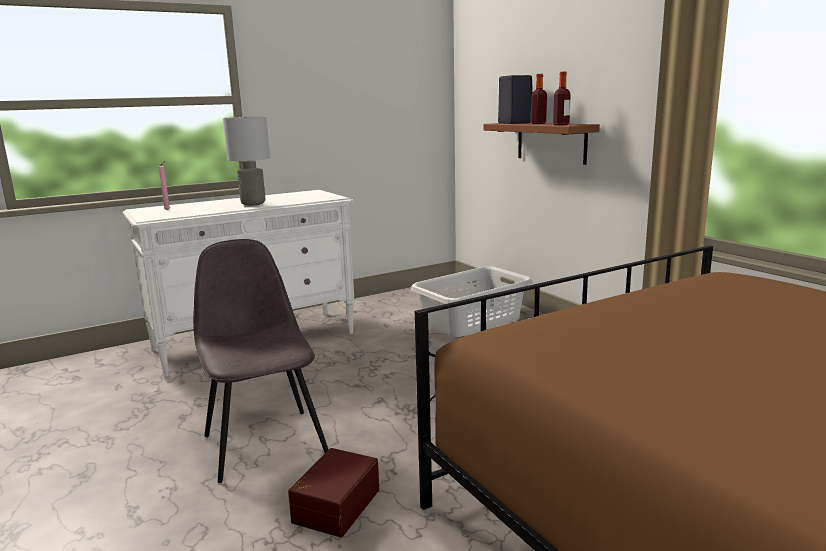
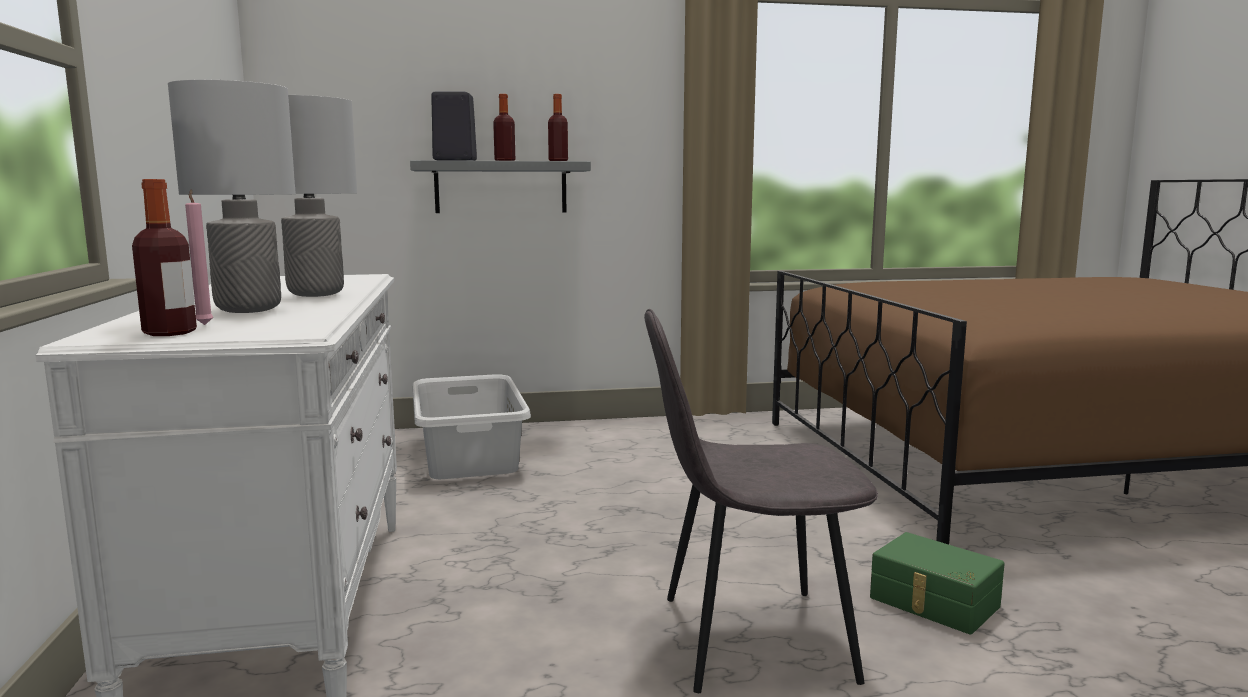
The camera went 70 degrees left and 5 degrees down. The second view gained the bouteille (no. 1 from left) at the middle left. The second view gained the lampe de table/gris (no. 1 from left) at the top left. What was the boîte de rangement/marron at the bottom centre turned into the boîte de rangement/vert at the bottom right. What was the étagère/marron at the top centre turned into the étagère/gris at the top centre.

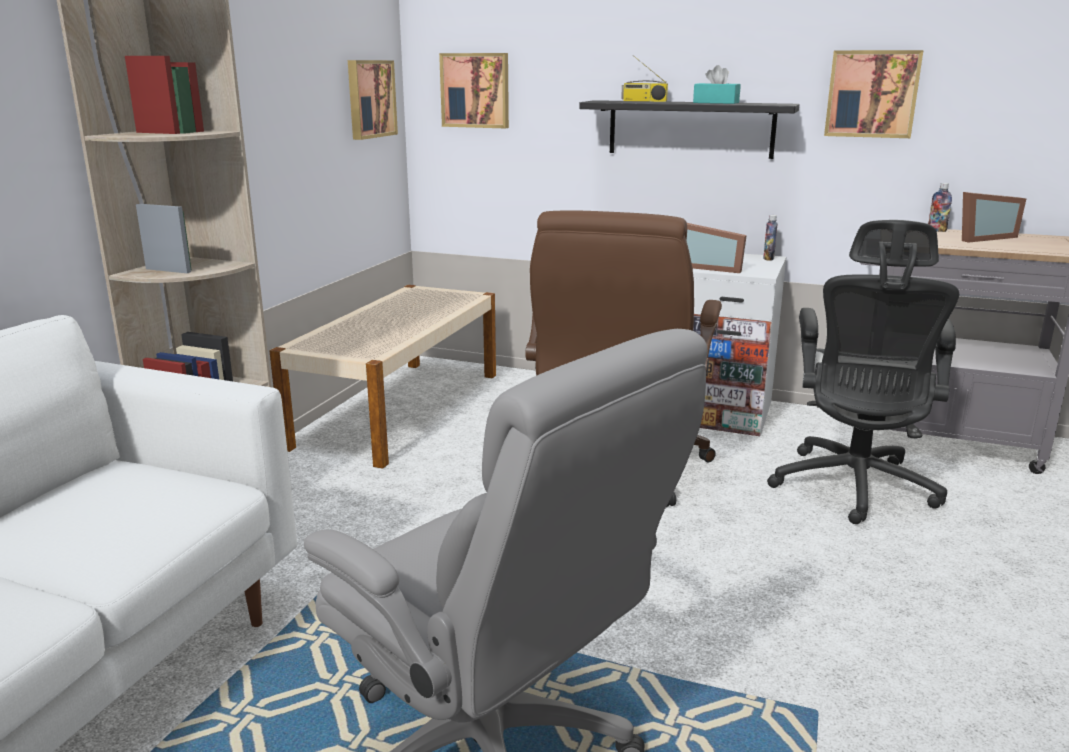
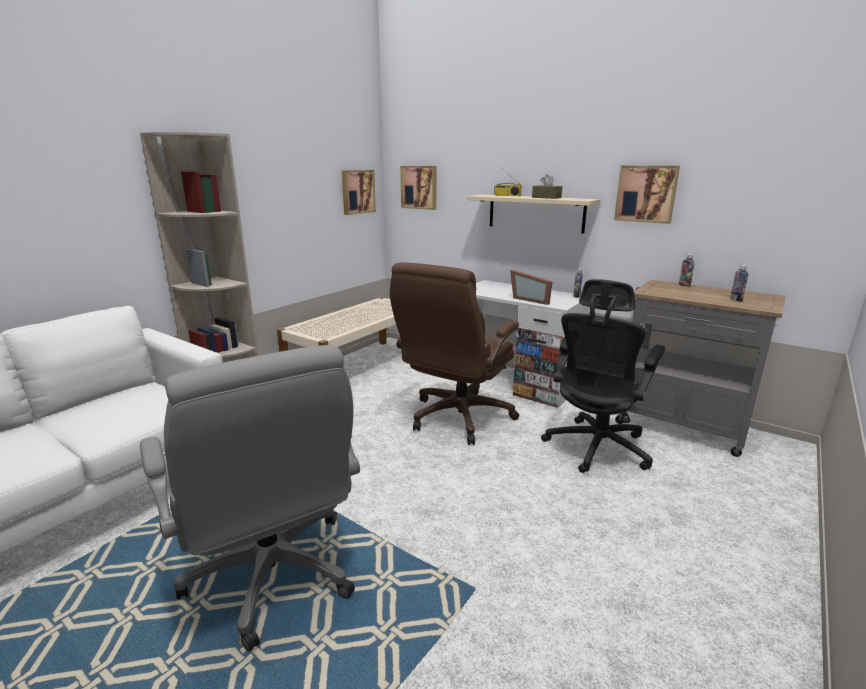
The camera went 15 degrees right and 0 degrees up. The second view lost the cadre photo (no. 2 from left) at the top right. The second view gained the bouteille (no. 3 from left) at the middle right. What was the étagère/noir at the top centre turned into the étagère/beige at the top centre. What was the boîte à mouchoirs/turquoise at the top right turned into the boîte à mouchoirs/marron at the top centre.

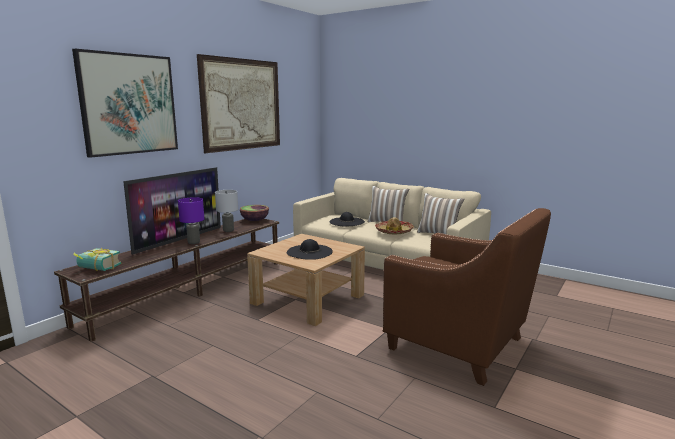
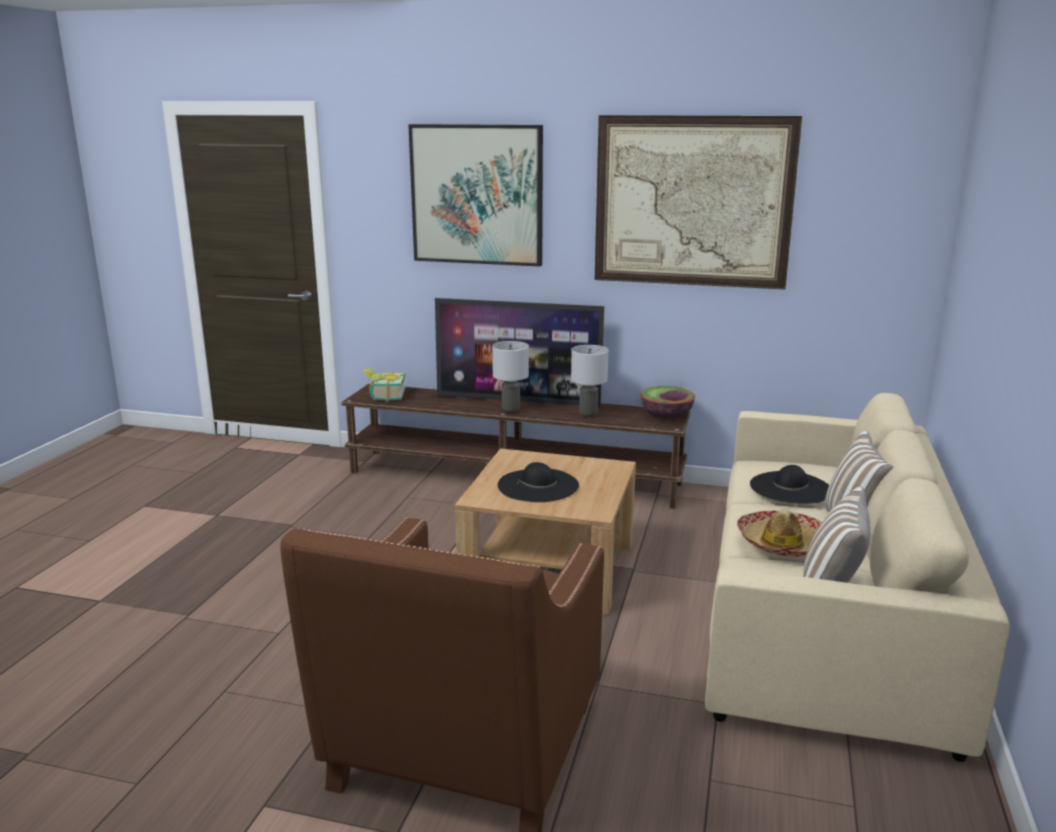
The camera went 70 degrees right and 5 degrees up. What was the lampe de table/violet at the middle left turned into the lampe de table/blanc (no. 1 from left) at the centre.

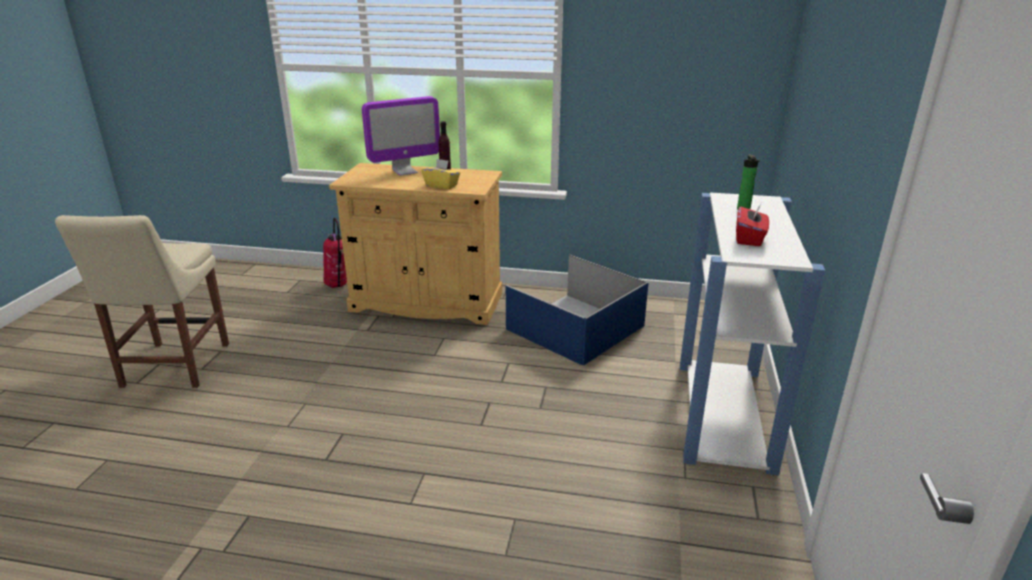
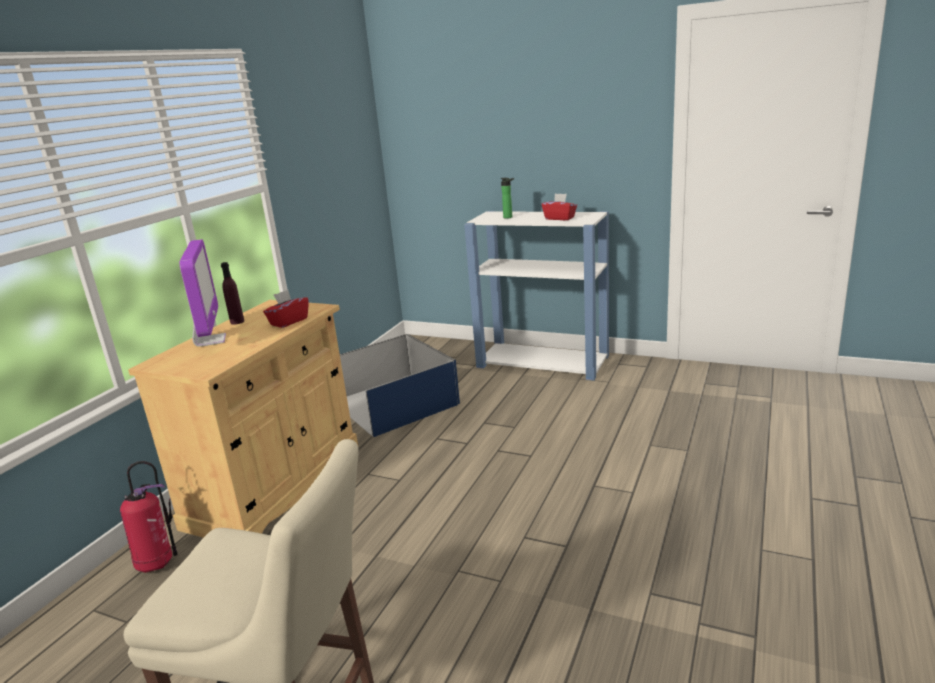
The camera went 75 degrees left and 5 degrees down. What was the boîte à mouchoirs/jaune at the top centre turned into the boîte à mouchoirs/rouge (no. 1 from left) at the middle left.

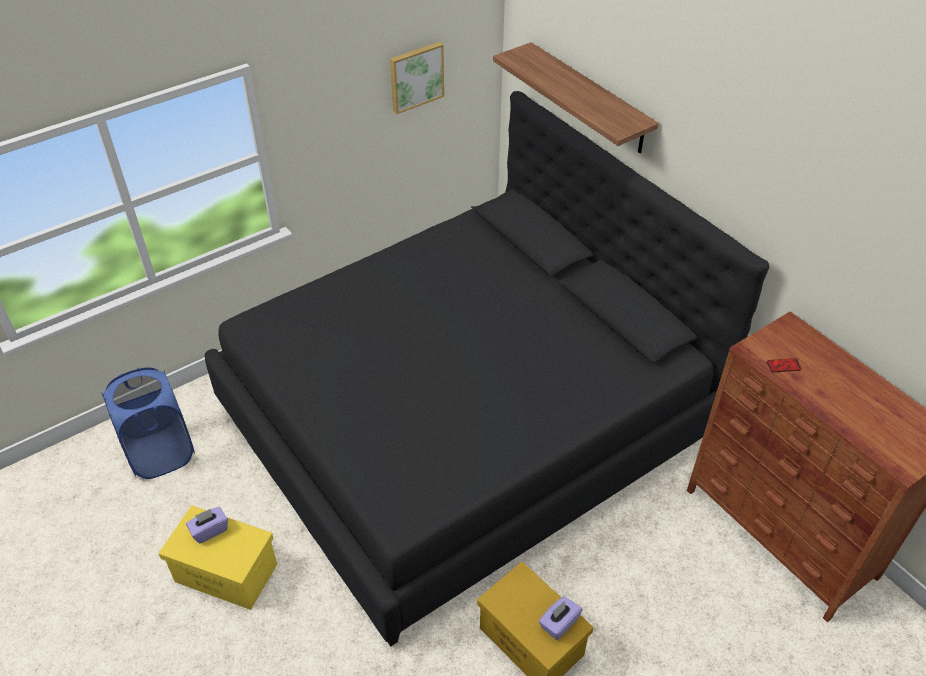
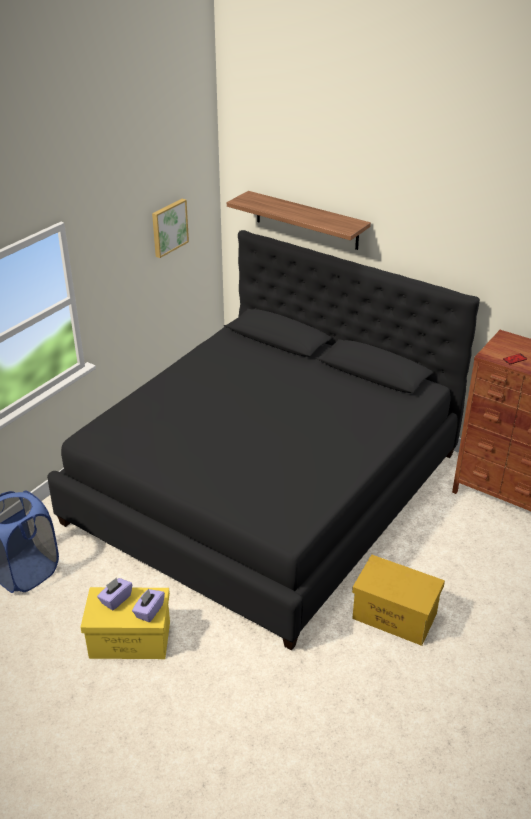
The camera went 20 degrees left and 10 degrees down. The boîte à mouchoirs/violet (no. 2 from left) ended up elsewhere, having gone from the bottom centre to the bottom left.

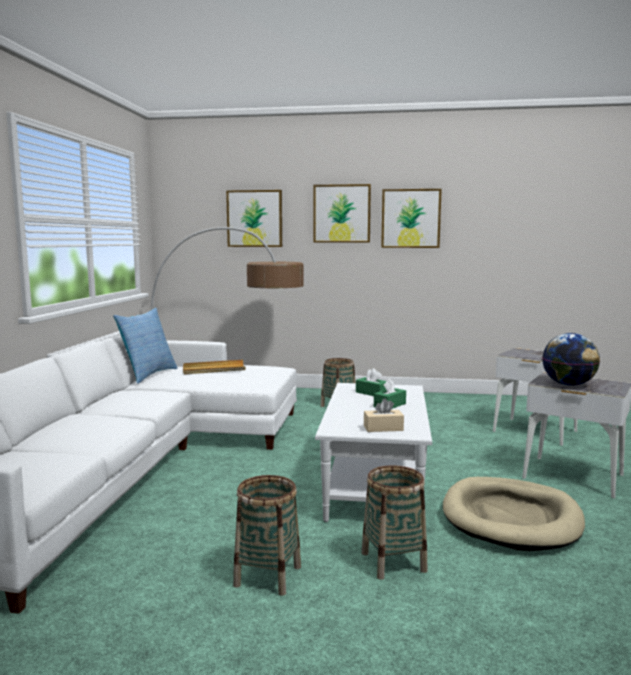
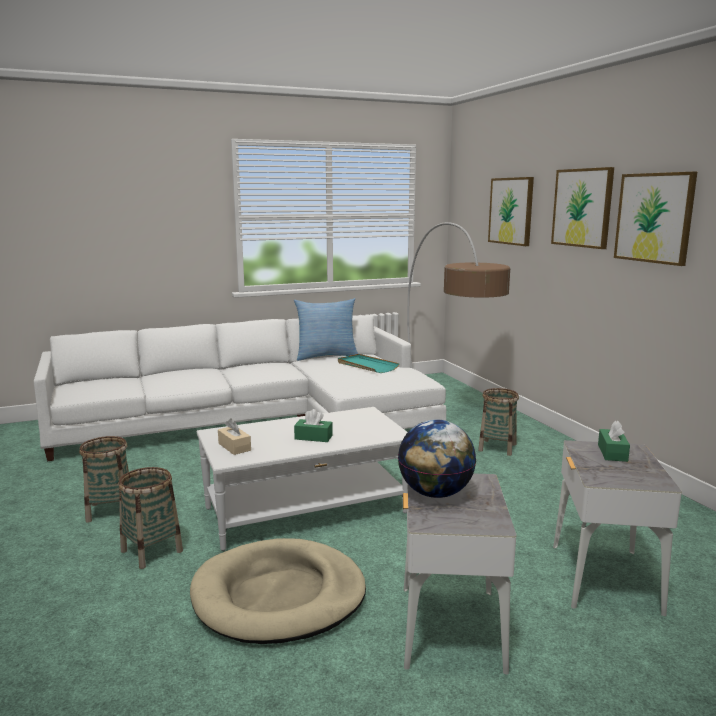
The camera went 60 degrees right and 5 degrees up. The boîte à mouchoirs/vert (no. 1 from left in the first image) ended up elsewhere, having gone from the centre to the middle right. What was the plateau/beige at the centre turned into the plateau/turquoise at the centre.

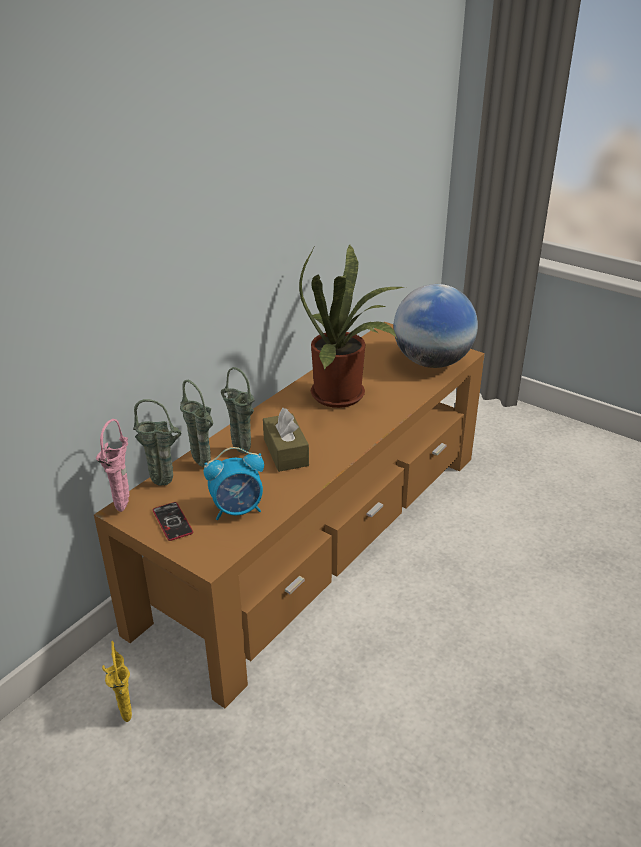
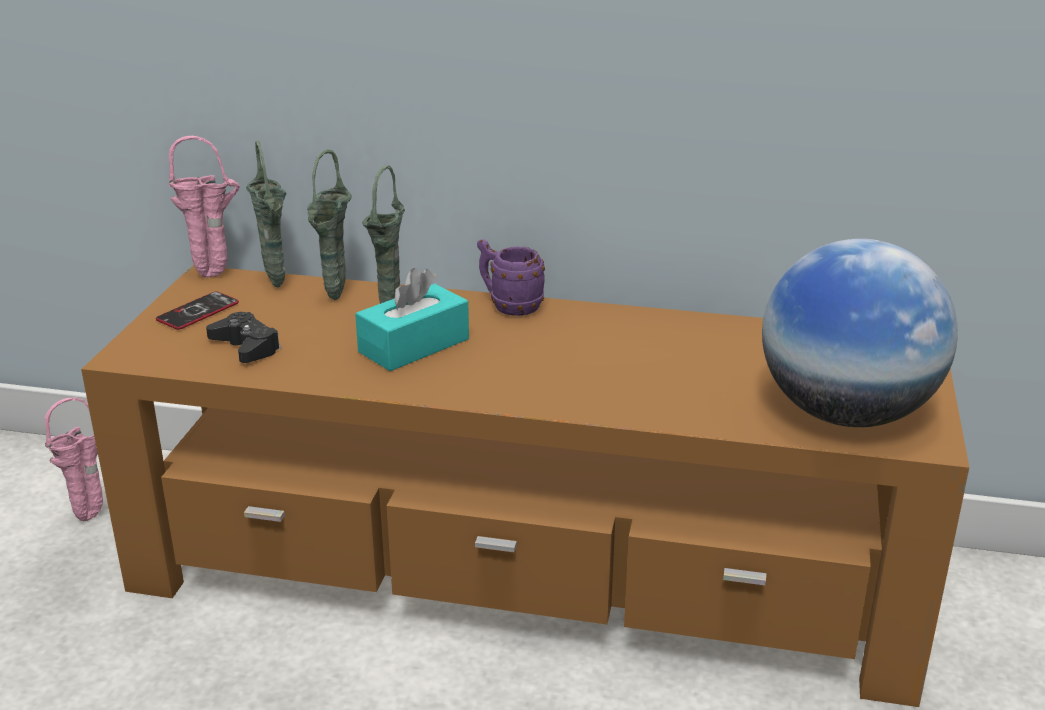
The camera went 65 degrees right and 5 degrees down. The second view lost the plante en pot at the centre. The second view gained the mug/violet at the centre. Where the réveil stood at the centre, the manette/noir came to stand at the middle left. What was the vase/jaune at the bottom left turned into the vase/rose (no. 1 from left) at the middle left. What was the boîte à mouchoirs/marron at the centre turned into the boîte à mouchoirs/turquoise at the centre.

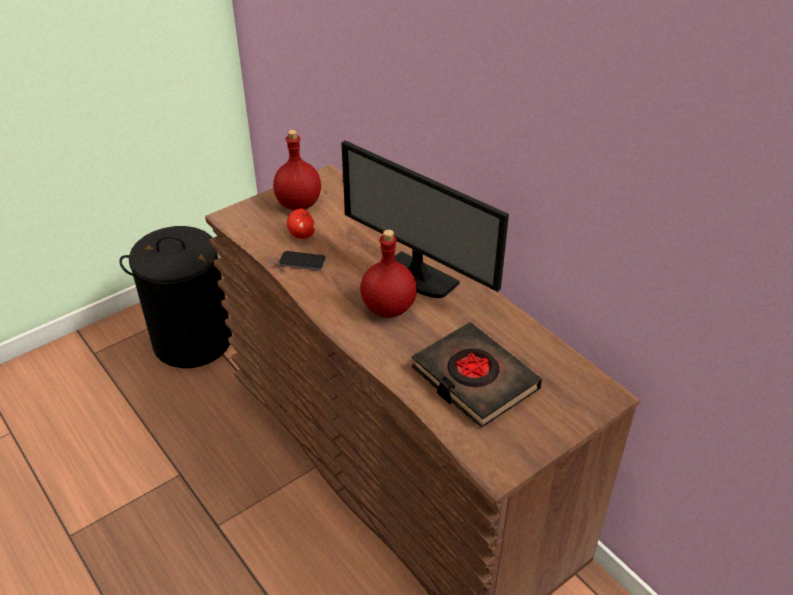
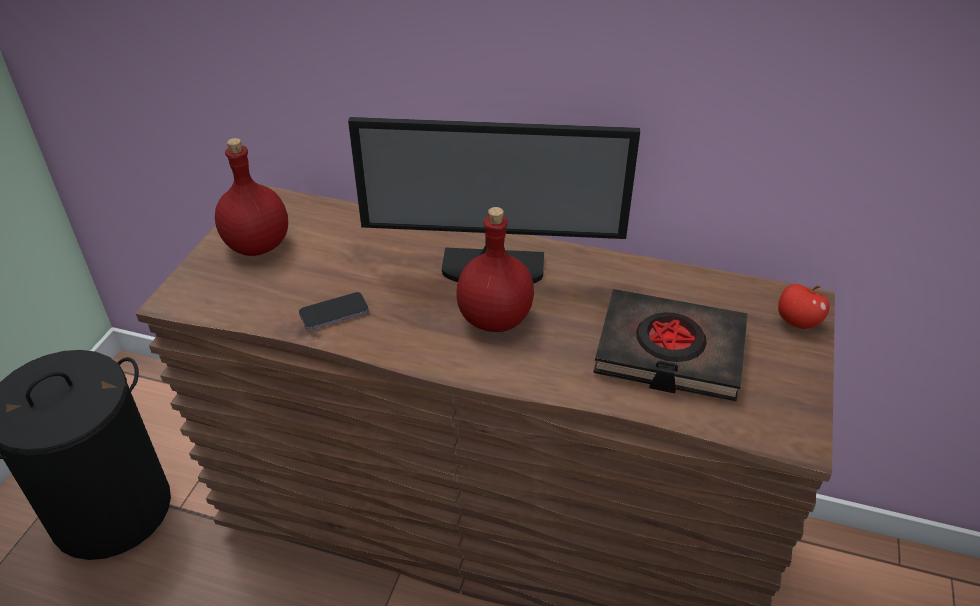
The camera went 35 degrees left and 0 degrees up. The pomme ended up elsewhere, having gone from the centre to the middle right.

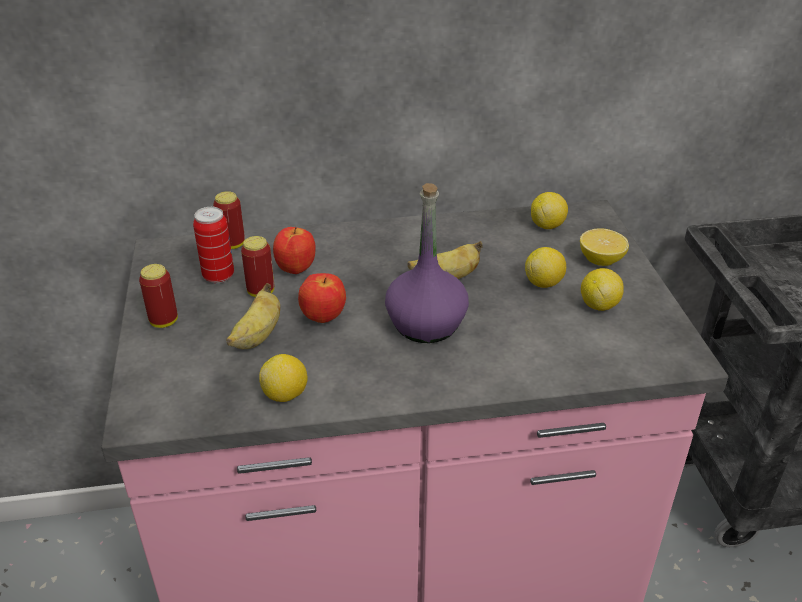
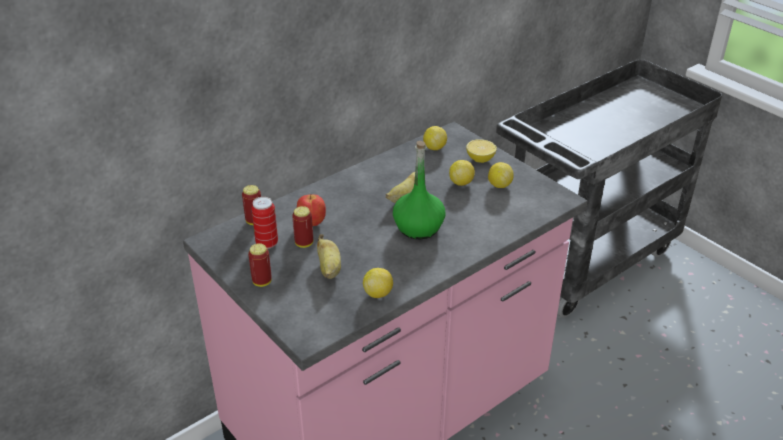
The camera went 30 degrees left and 0 degrees up. The second view lost the pomme (no. 2 from left) at the centre. What was the bouteille/violet at the centre turned into the bouteille/vert at the centre.

